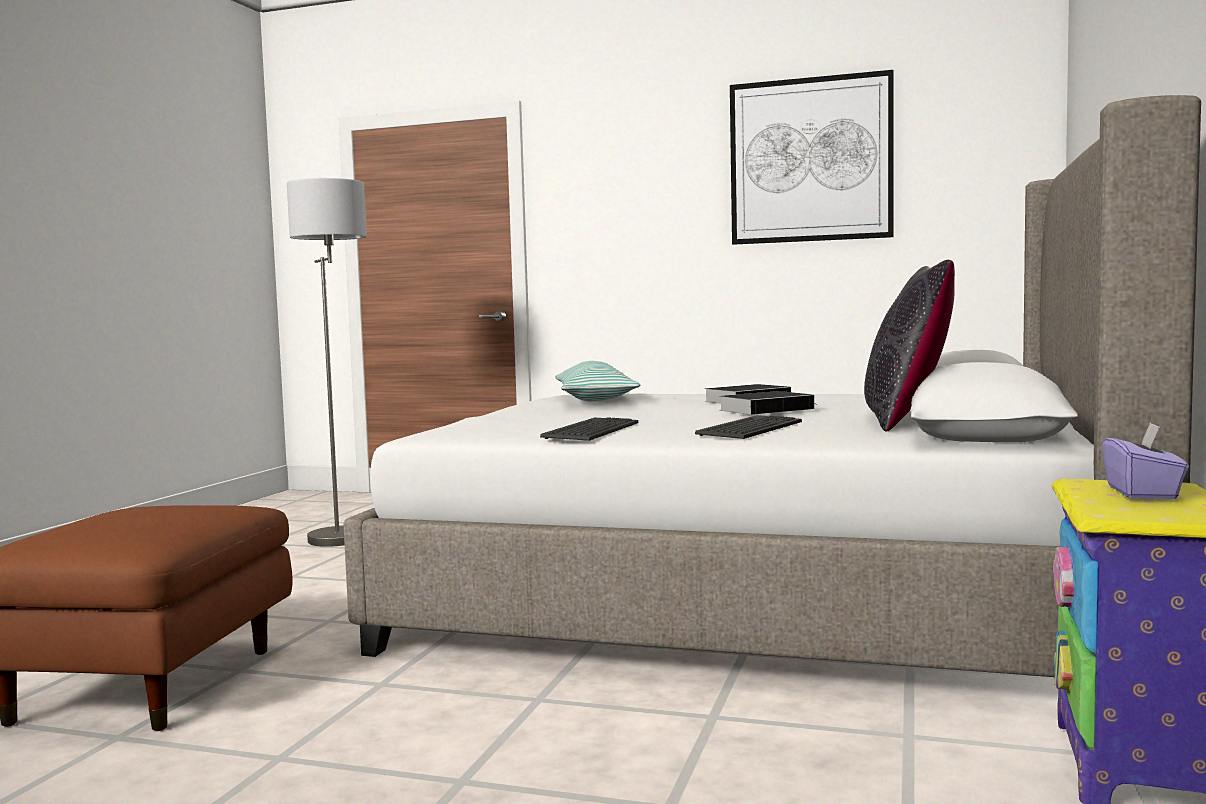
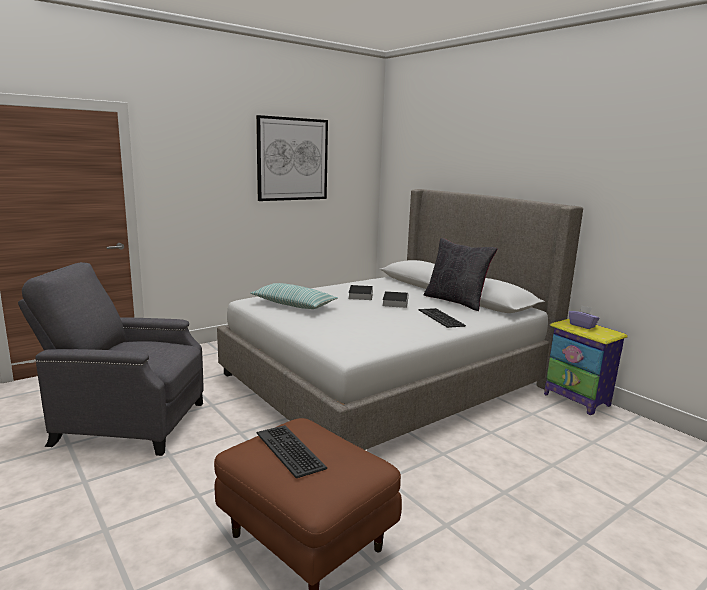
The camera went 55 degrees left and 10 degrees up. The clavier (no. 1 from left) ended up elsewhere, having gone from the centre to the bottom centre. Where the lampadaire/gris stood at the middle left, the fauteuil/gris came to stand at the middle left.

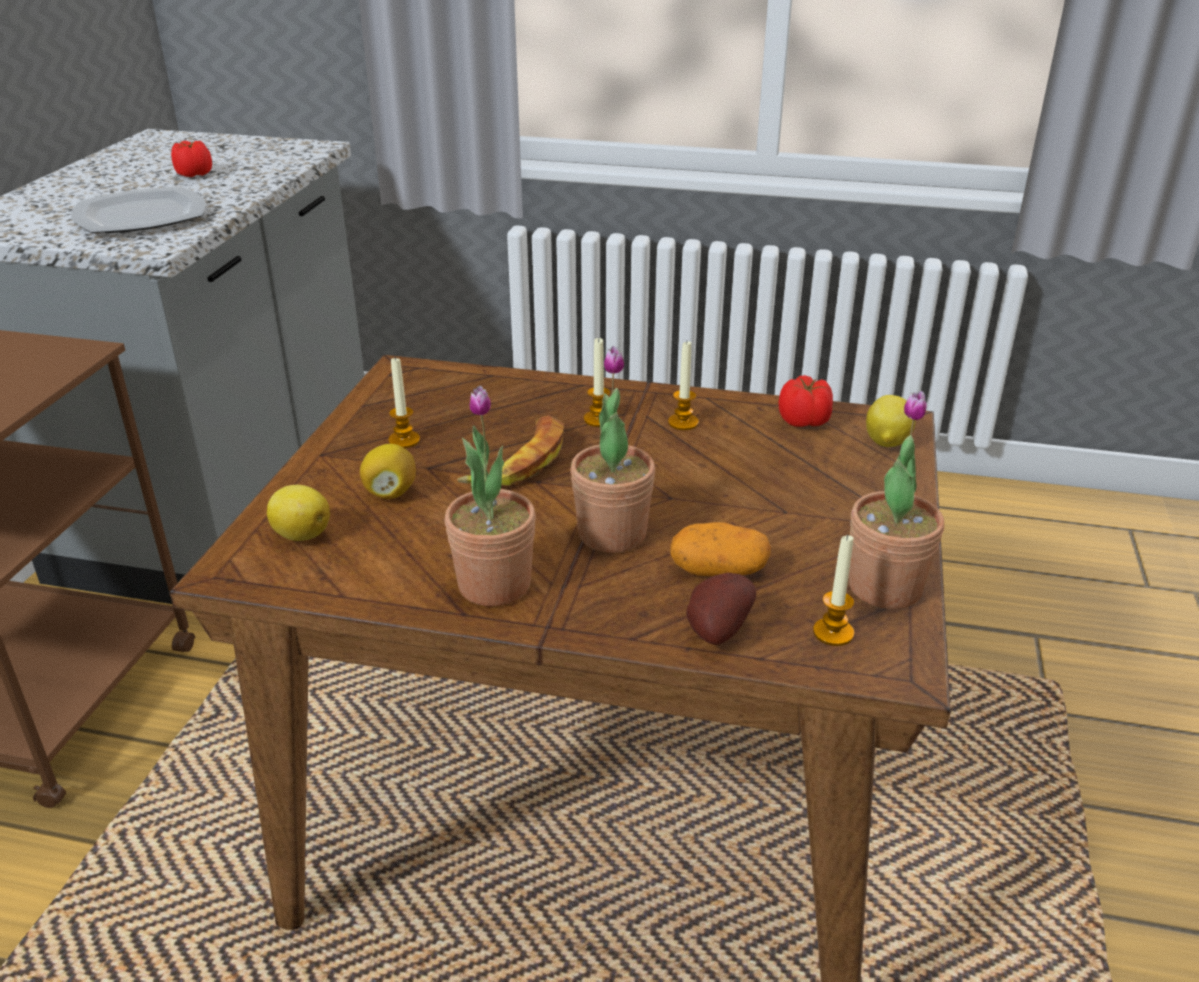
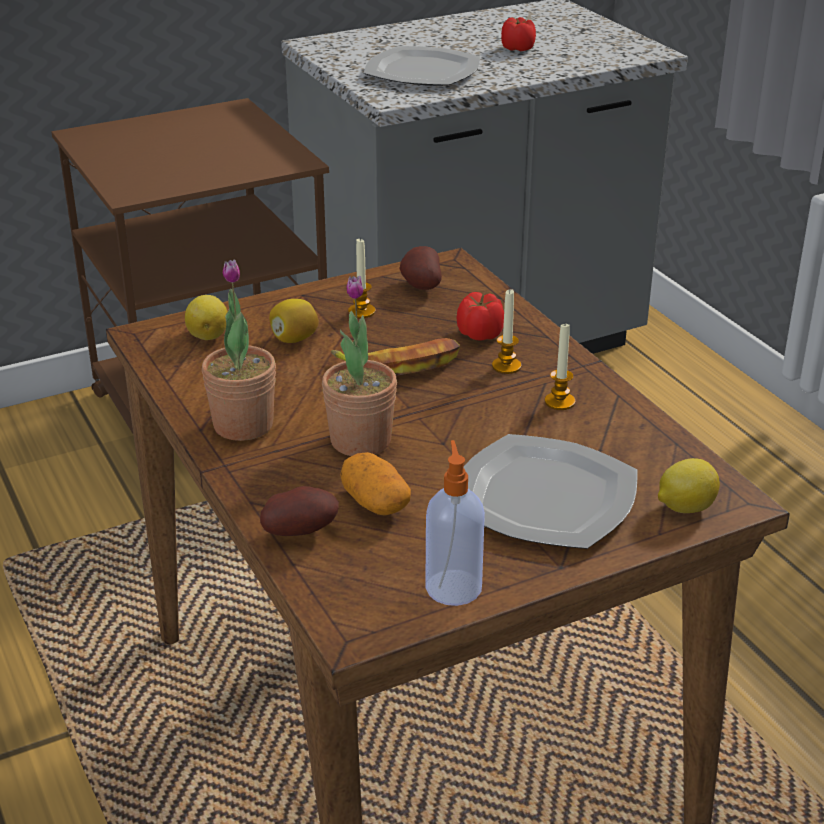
The camera went 50 degrees right and 0 degrees up. The second view lost the bougie (no. 4 from left) at the middle right. The second view gained the pomme de terre (no. 3 from left) at the top centre. The second view gained the assiette (no. 2 from left) at the middle right. The tomate (no. 2 from left in the first image) ended up elsewhere, having gone from the middle right to the centre. Where the plante en pot (no. 3 from left) stood at the middle right, the distributeur de savon came to stand at the centre.

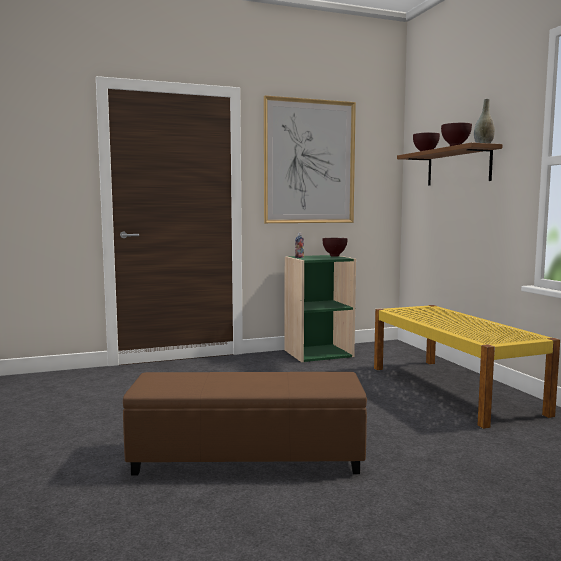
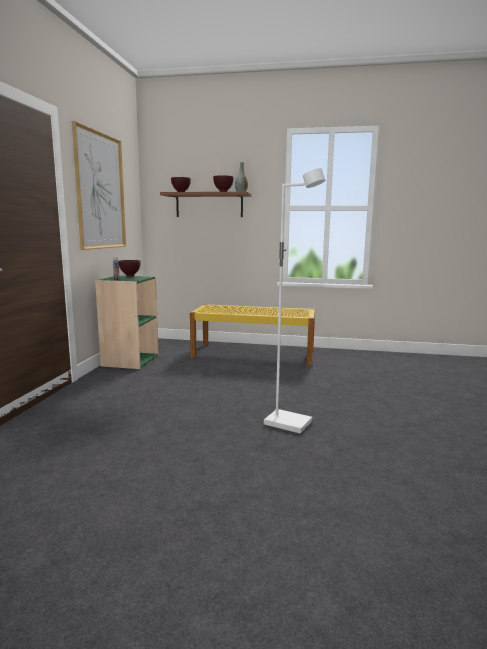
The camera went 60 degrees left and 5 degrees up. Where the pouf/marron stood at the bottom centre, the lampadaire/blanc came to stand at the centre.

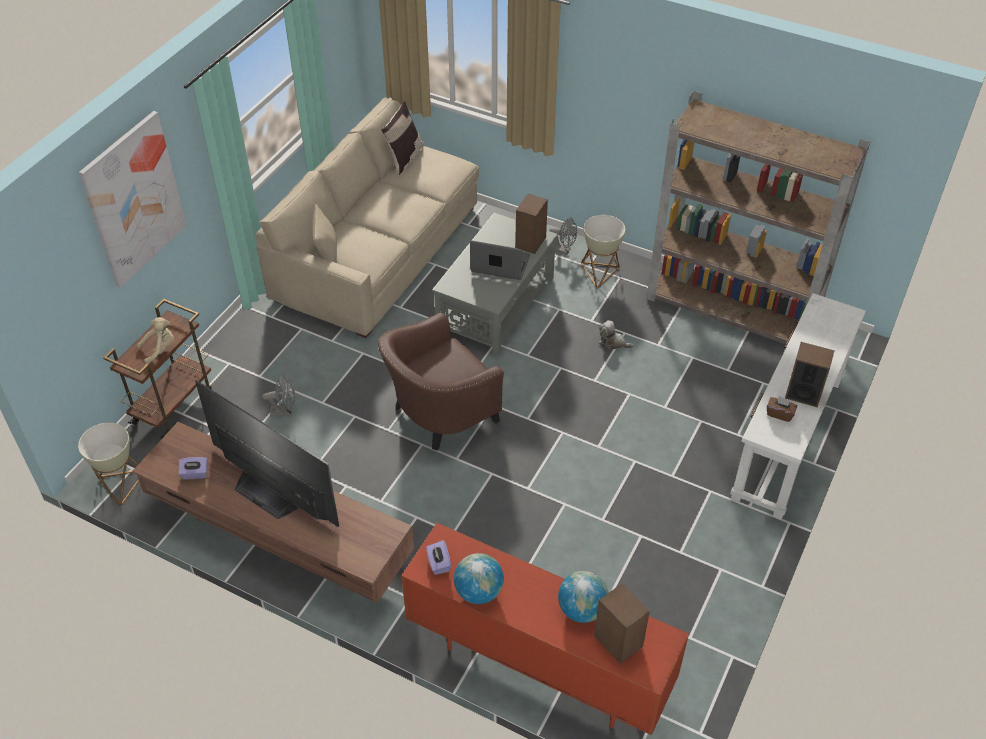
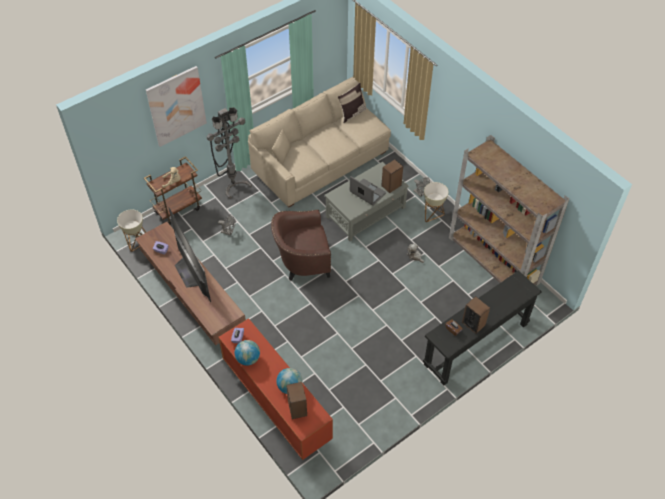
The camera went 25 degrees right and 5 degrees up. The second view gained the lampadaire/gris at the top centre. What was the table console/blanc at the middle right turned into the table console/noir at the middle right.

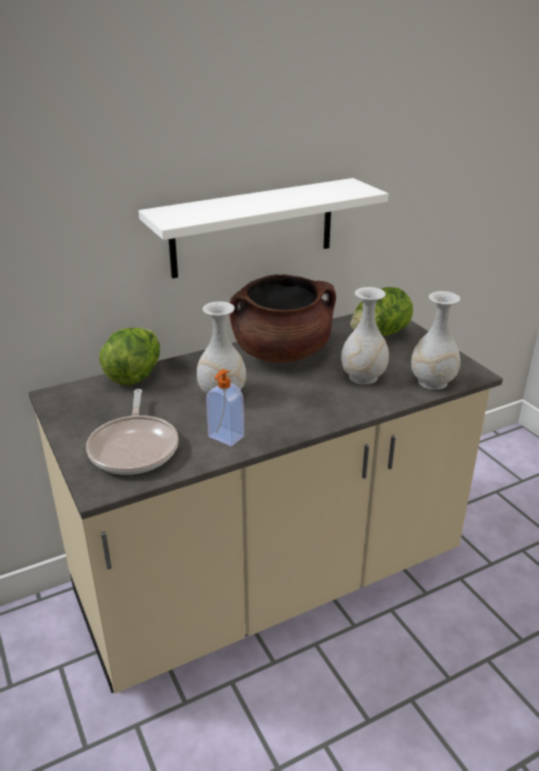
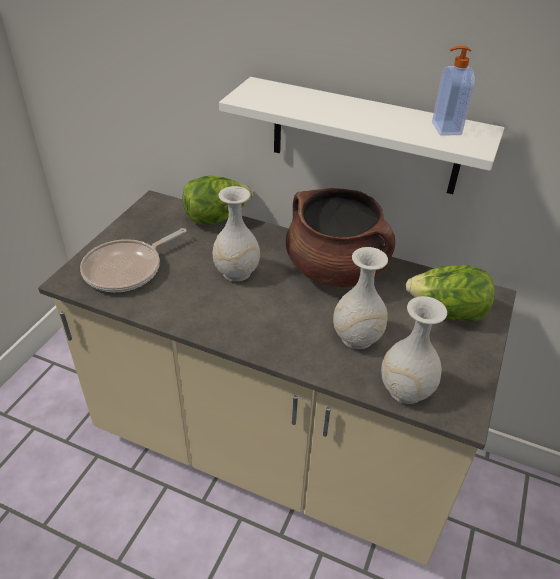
The camera went 50 degrees right and 10 degrees up. The distributeur de savon ended up elsewhere, having gone from the centre to the top right.

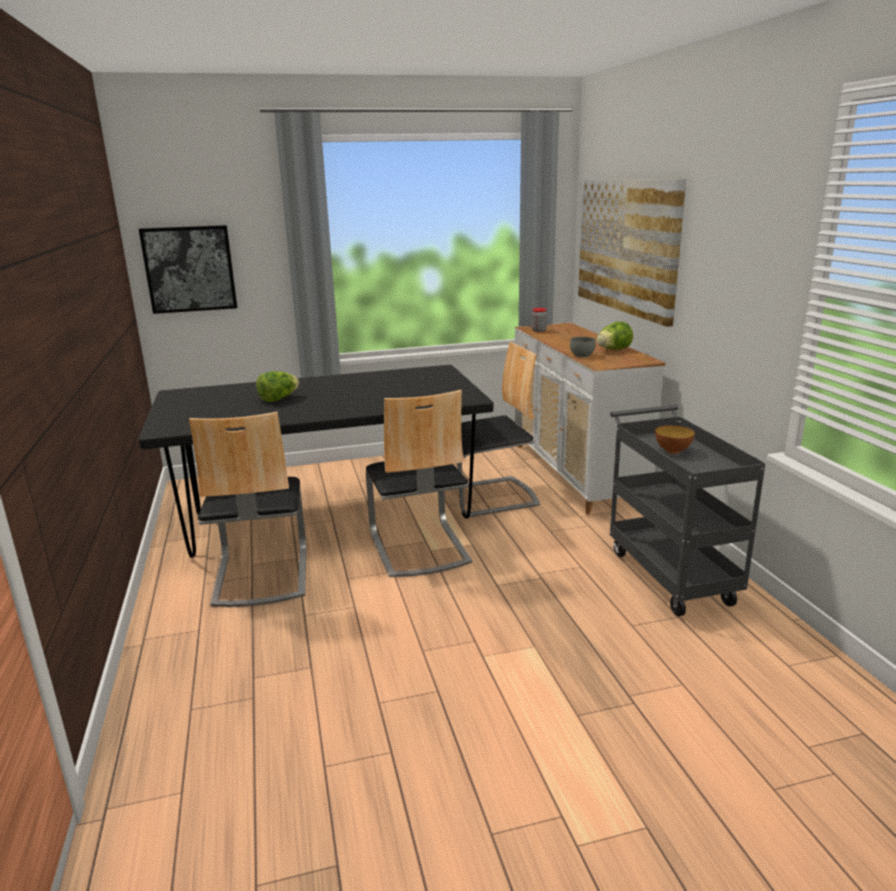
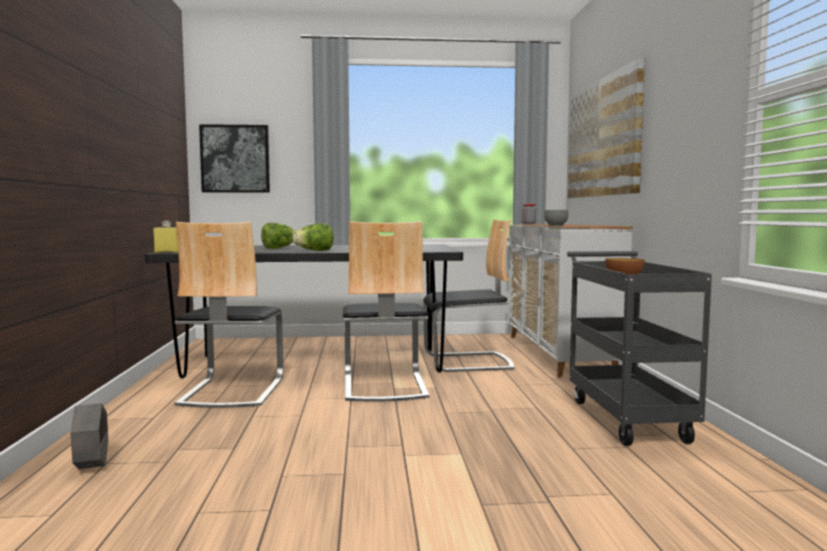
The camera went 10 degrees right and 15 degrees down. The second view gained the cache-pot/gris at the bottom left. The second view gained the bouteille/jaune at the middle left. The laitue (no. 2 from left) ended up elsewhere, having gone from the middle right to the centre.

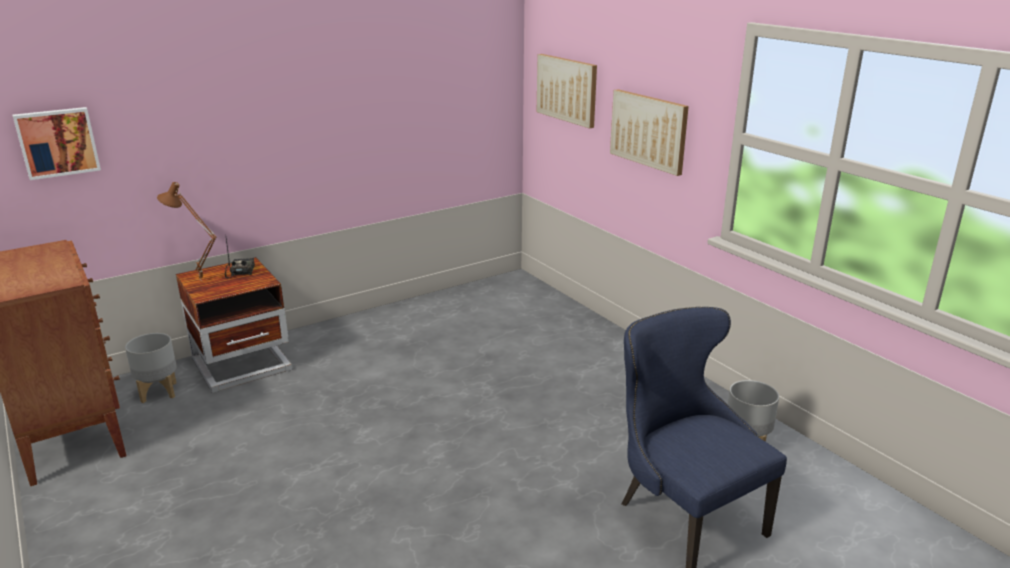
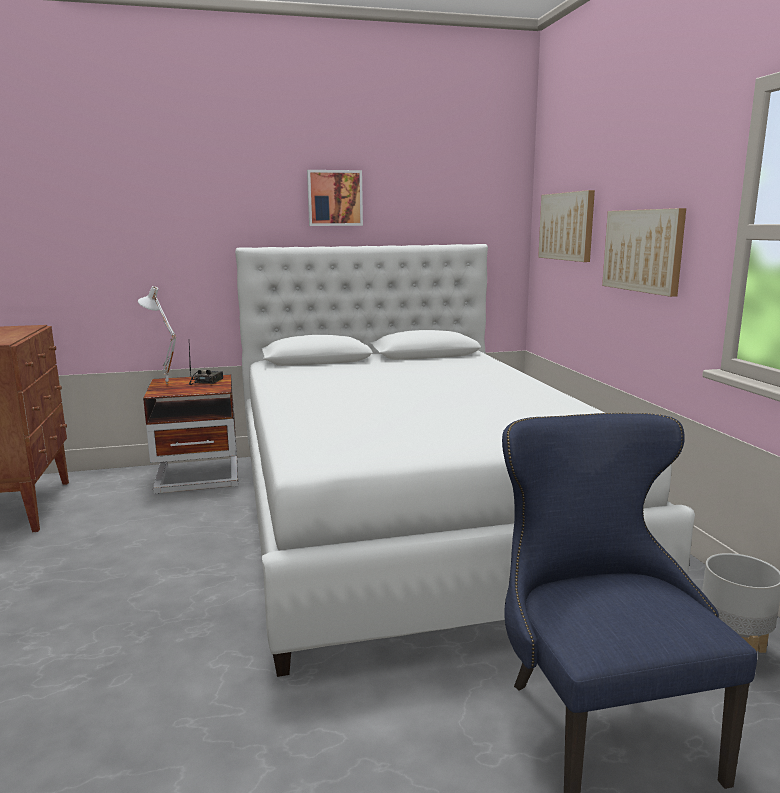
The camera went 20 degrees right and 10 degrees down. The second view lost the cache-pot/gris (no. 1 from left) at the middle left. The second view gained the lit/blanc at the centre. The tableau (no. 1 from left) ended up elsewhere, having gone from the top left to the top centre. What was the lampe de table/marron at the middle left turned into the lampe de table/blanc at the middle left.

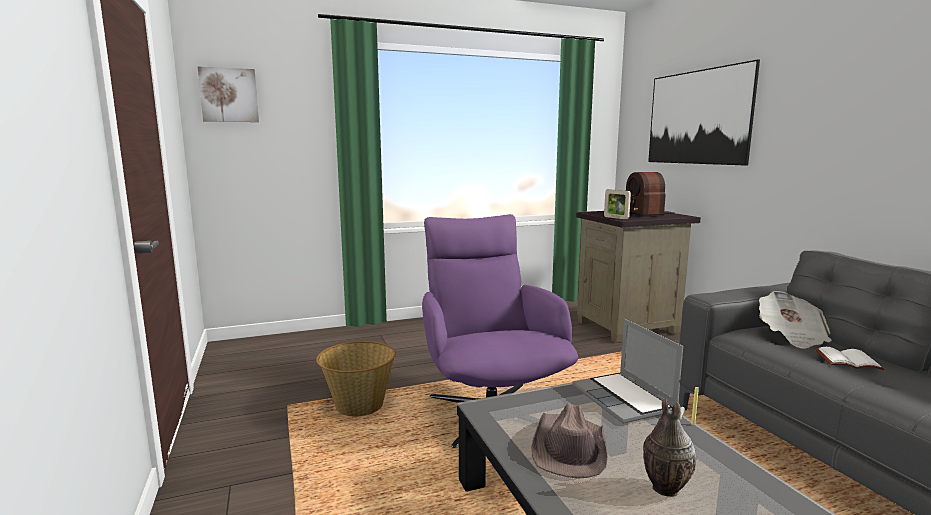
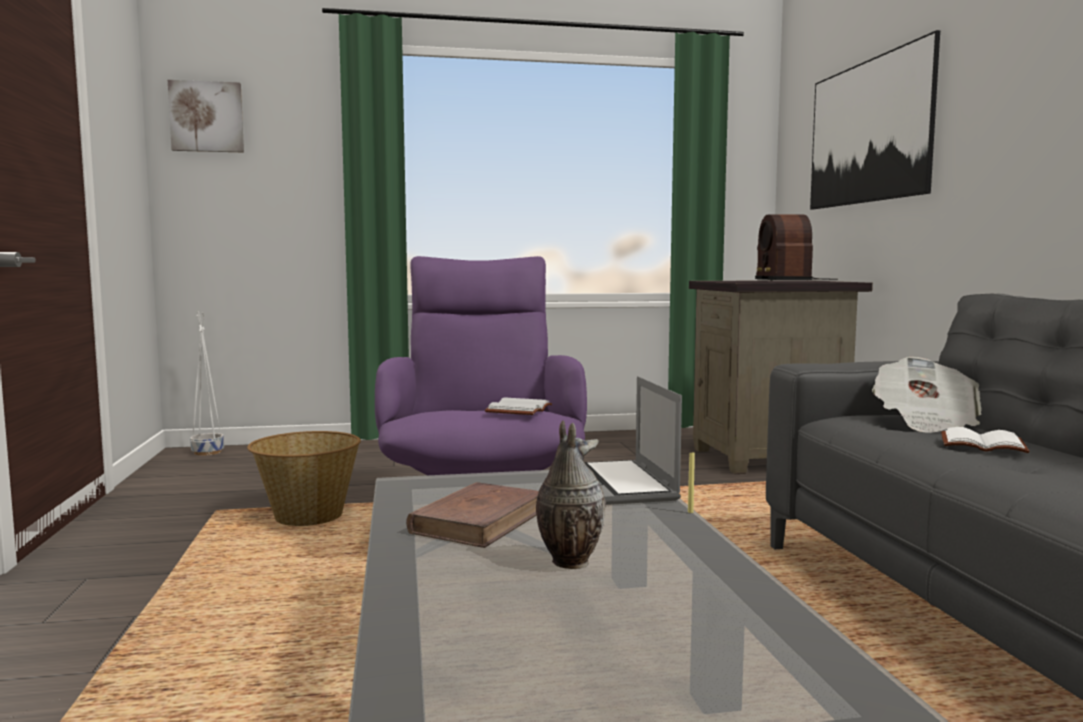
The camera went 10 degrees right and 5 degrees down. The second view lost the cadre photo at the centre. The second view gained the cache-pot/blanc at the middle left. The second view gained the livre/blanc (no. 1 from left) at the centre. Where the chapeau/marron stood at the bottom centre, the livre/marron came to stand at the bottom centre.

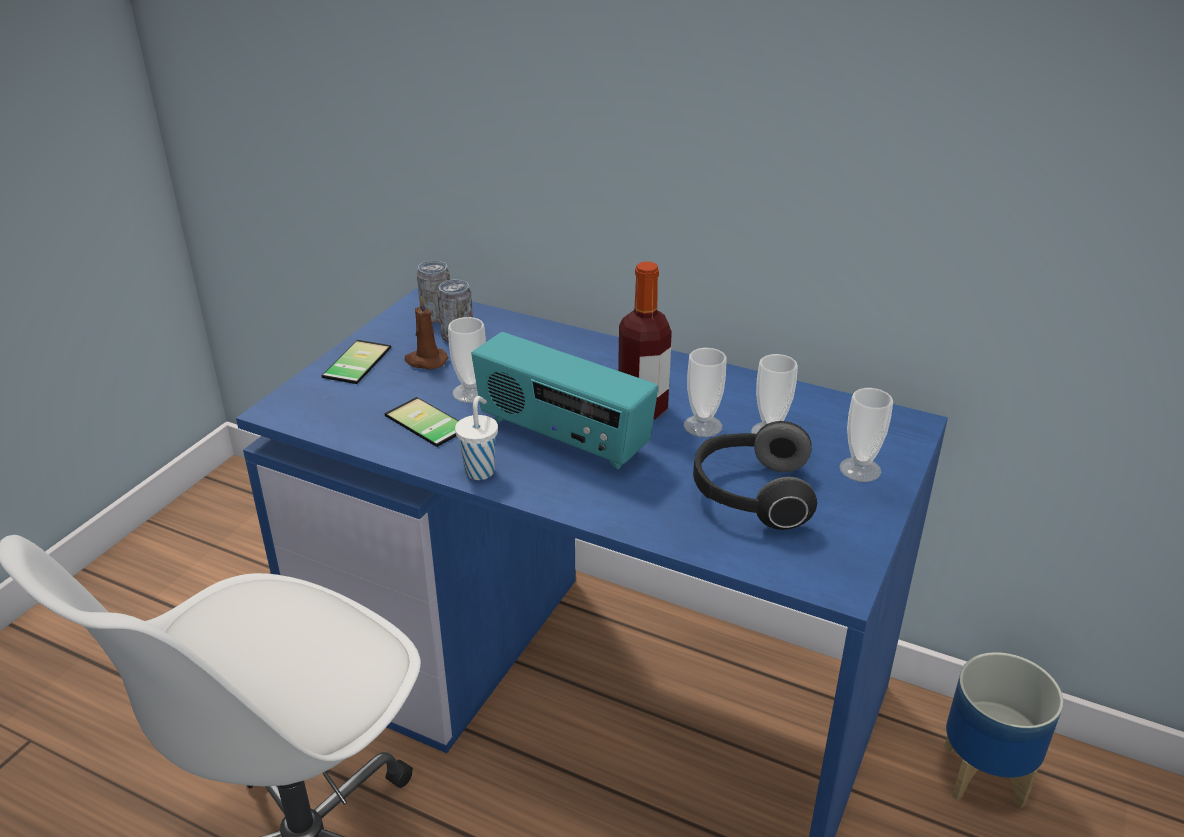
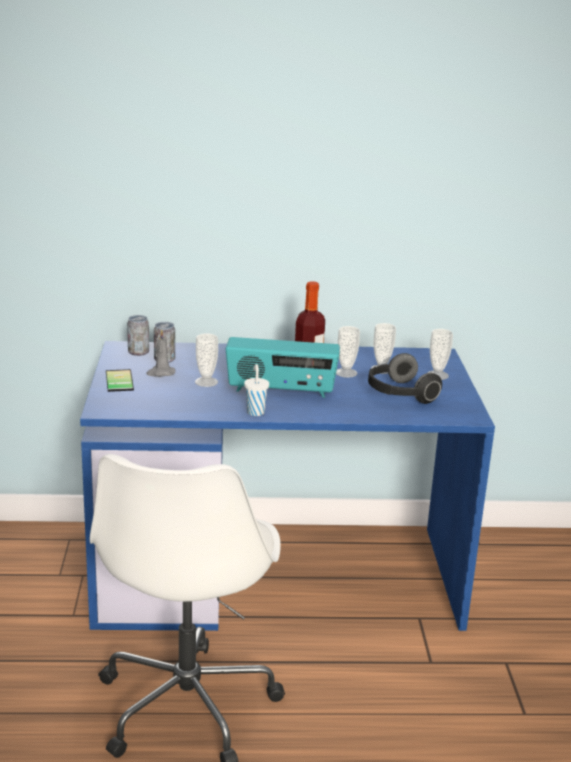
The camera went 30 degrees left and 10 degrees down. The second view lost the téléphone (no. 2 from left) at the centre. The second view lost the cache-pot at the bottom right. What was the bougie/marron at the centre turned into the bougie/gris at the middle left.

